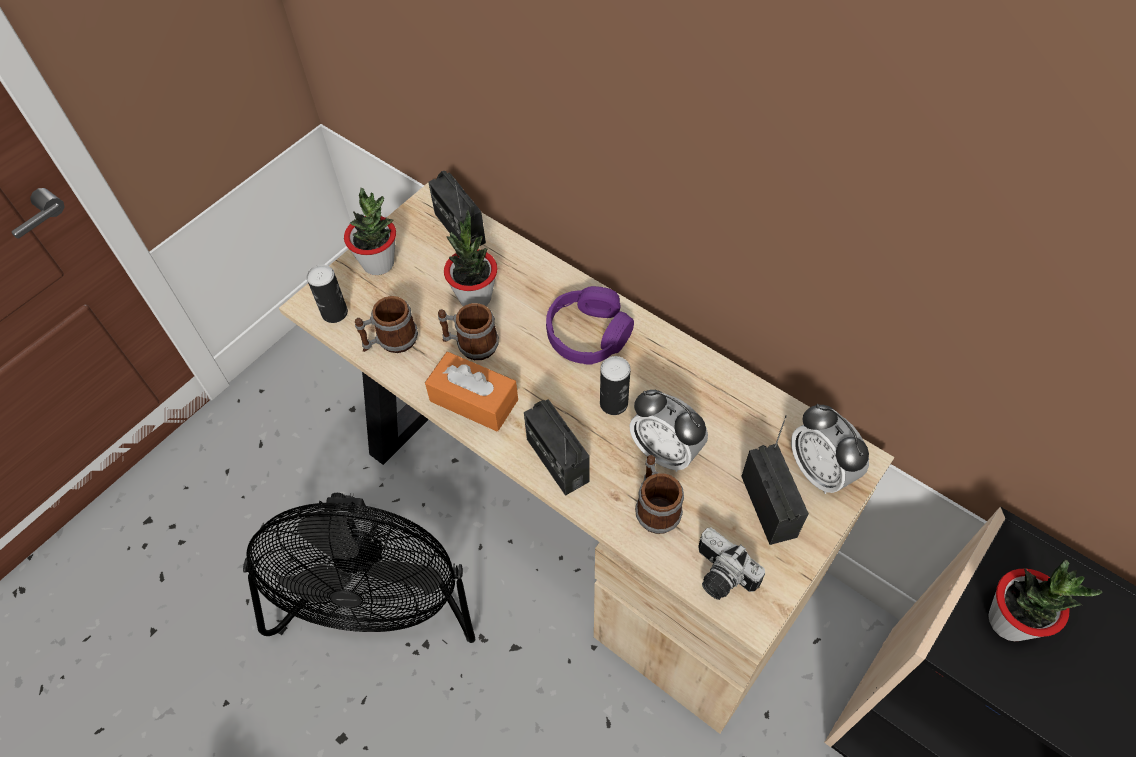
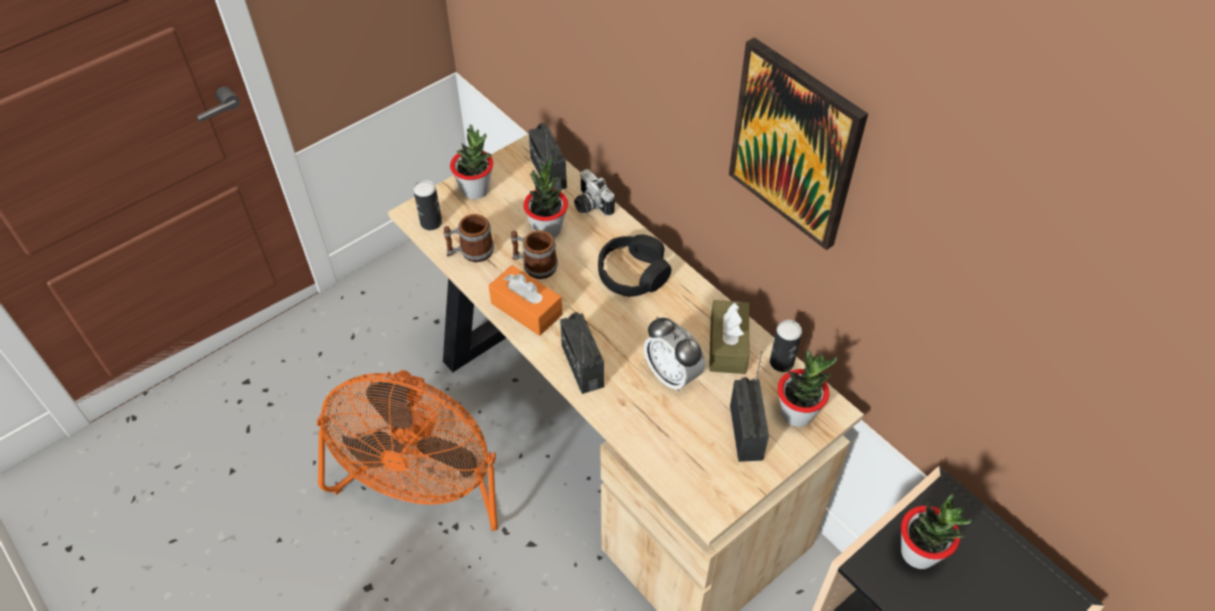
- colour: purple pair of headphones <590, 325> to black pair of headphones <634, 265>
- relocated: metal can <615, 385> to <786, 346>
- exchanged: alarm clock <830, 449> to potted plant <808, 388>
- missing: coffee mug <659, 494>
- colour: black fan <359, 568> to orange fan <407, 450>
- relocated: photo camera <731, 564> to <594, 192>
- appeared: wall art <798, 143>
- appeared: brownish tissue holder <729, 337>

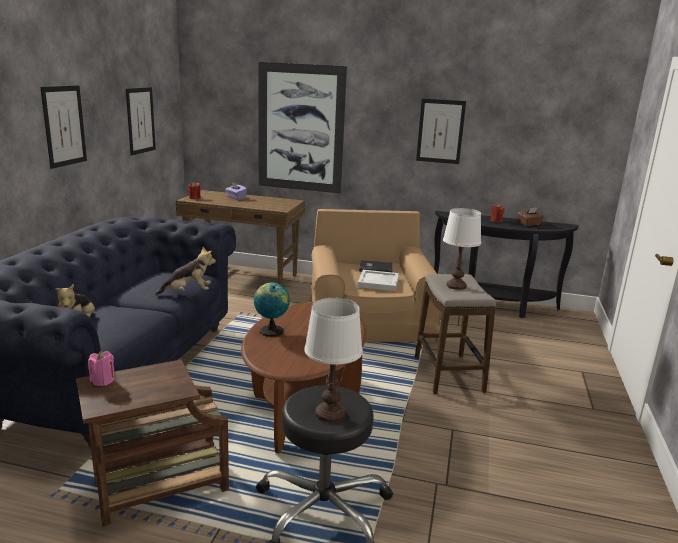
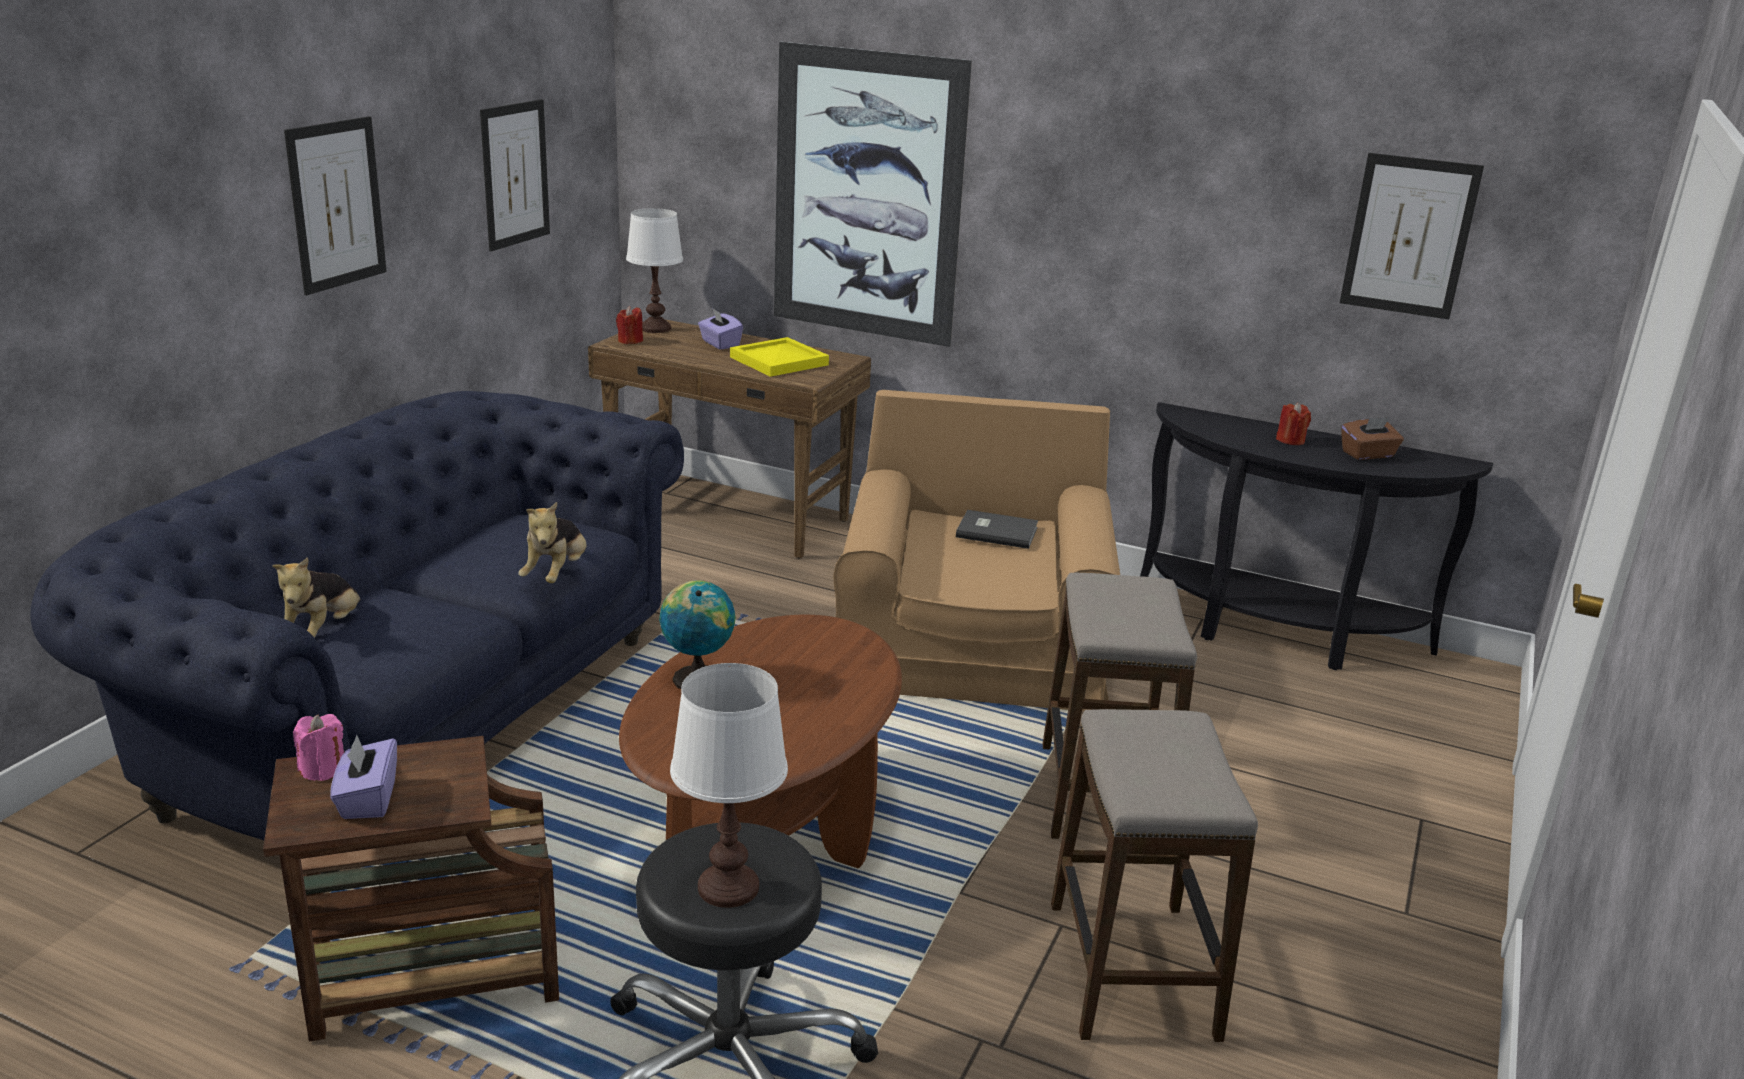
- relocated: wall art <441, 131> to <1412, 236>
- relocated: white table lamp <462, 249> to <654, 270>
- spun: plush toy <185, 271> = <552, 542> 105 degrees clockwise
- missing: white serving tray <378, 280>
- appeared: yellow-coloured serving tray <779, 357>
- appeared: sitting stool <1154, 875>
- appeared: purple tissue holder <363, 777>

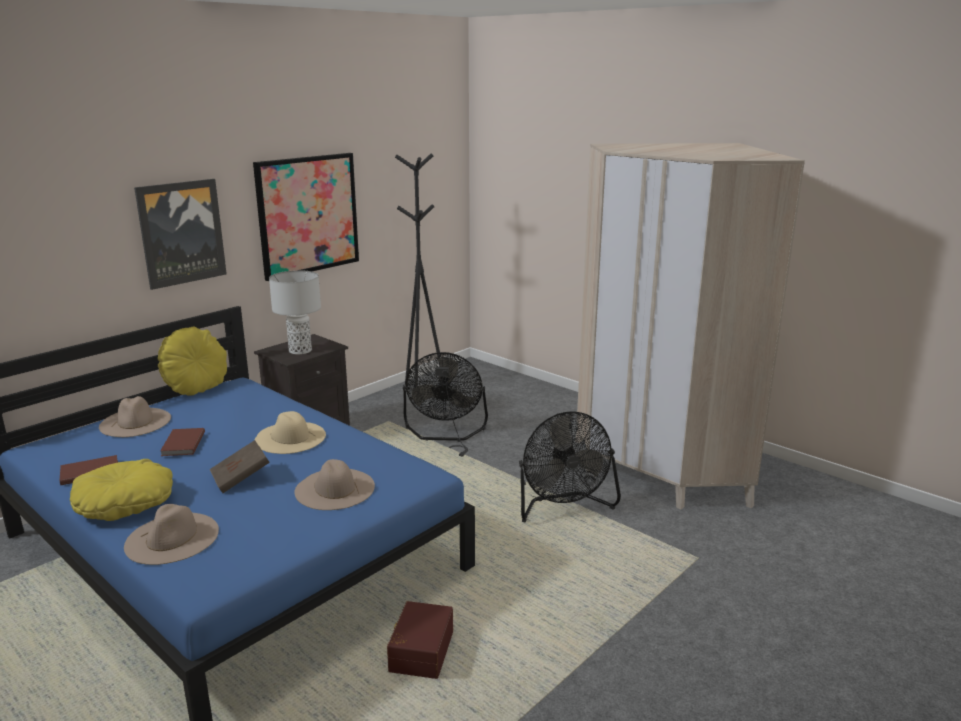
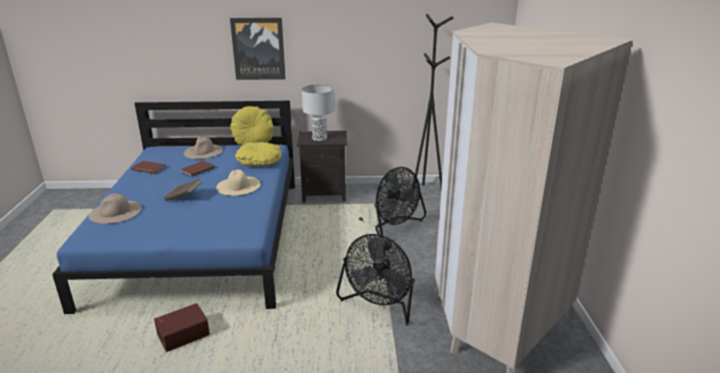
- missing: wall art <306, 217>
- spun: black fan <445, 404> = <392, 202> 90 degrees clockwise
- relocated: yellow-coloured cushion <121, 490> to <258, 154>
- missing: sand-coloured hat <334, 484>

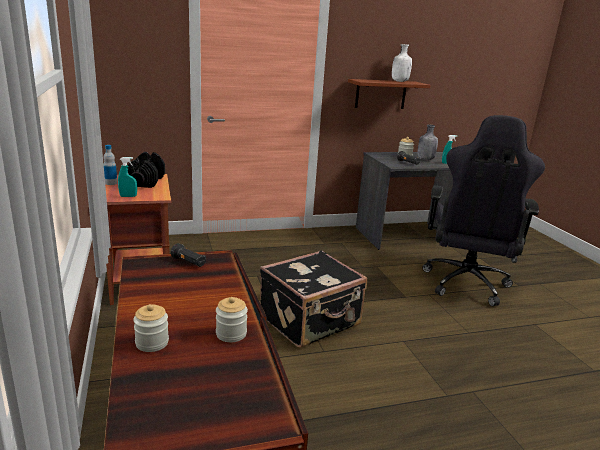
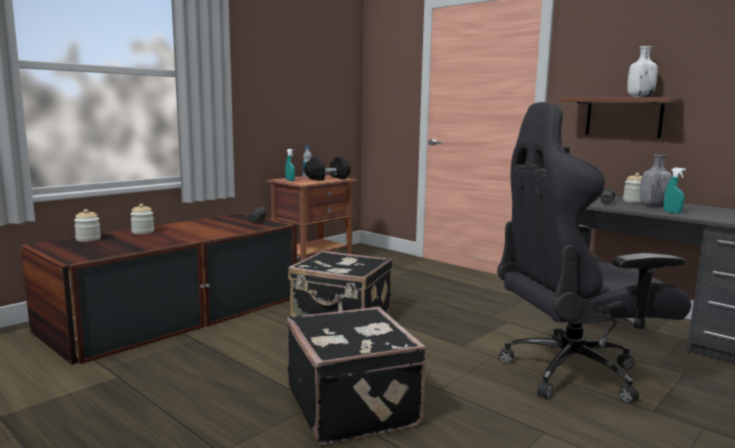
- relocated: preserve jar <232, 319> to <87, 225>
- appeared: black piece of luggage <357, 376>

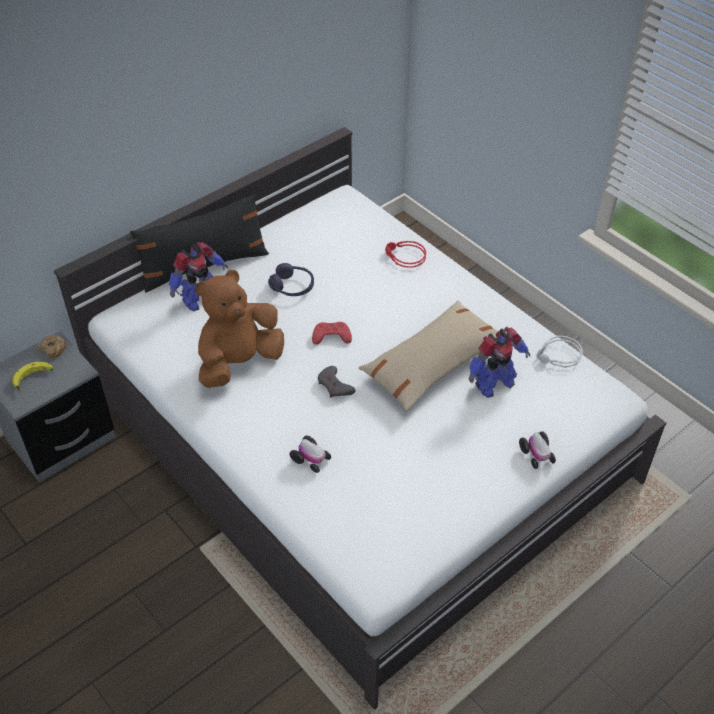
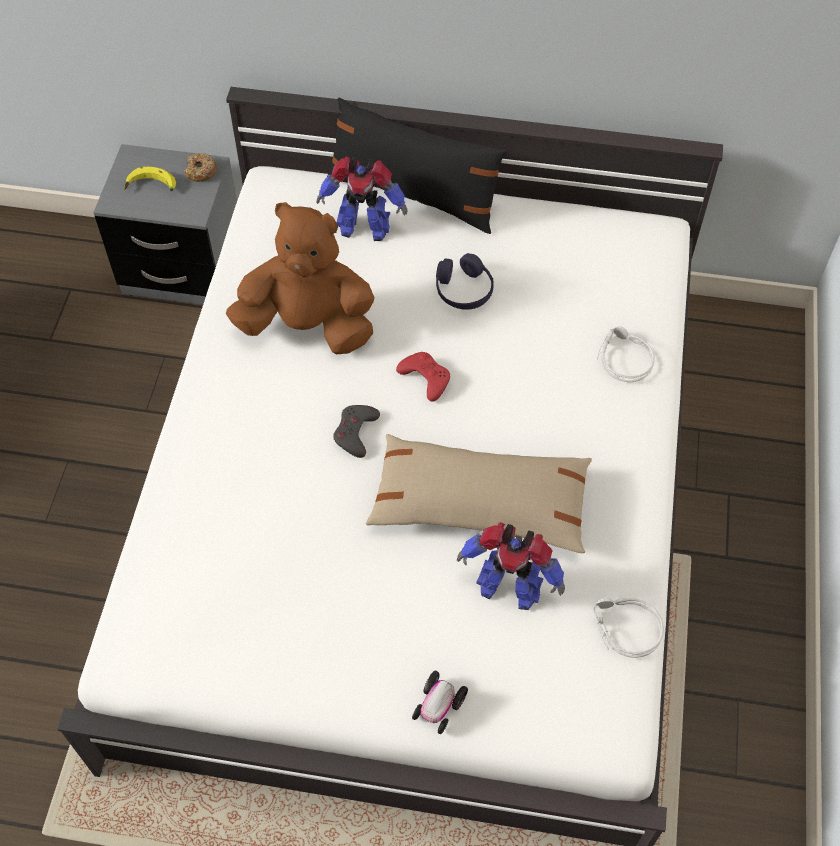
- colour: reddish pair of headphones <405, 254> to gray pair of headphones <626, 354>
- missing: miniature car <310, 454>

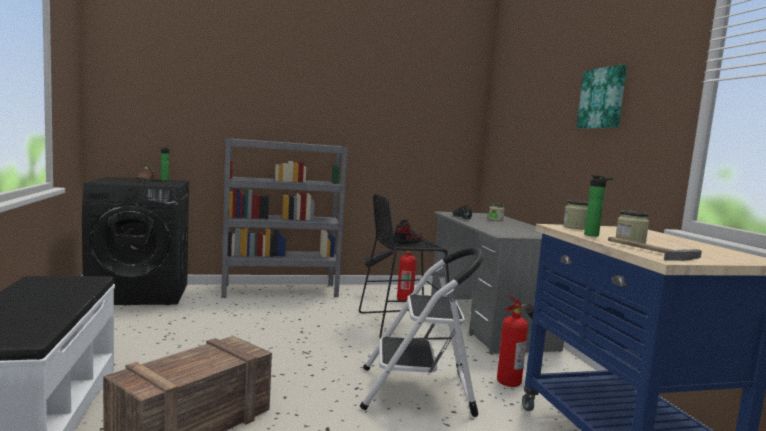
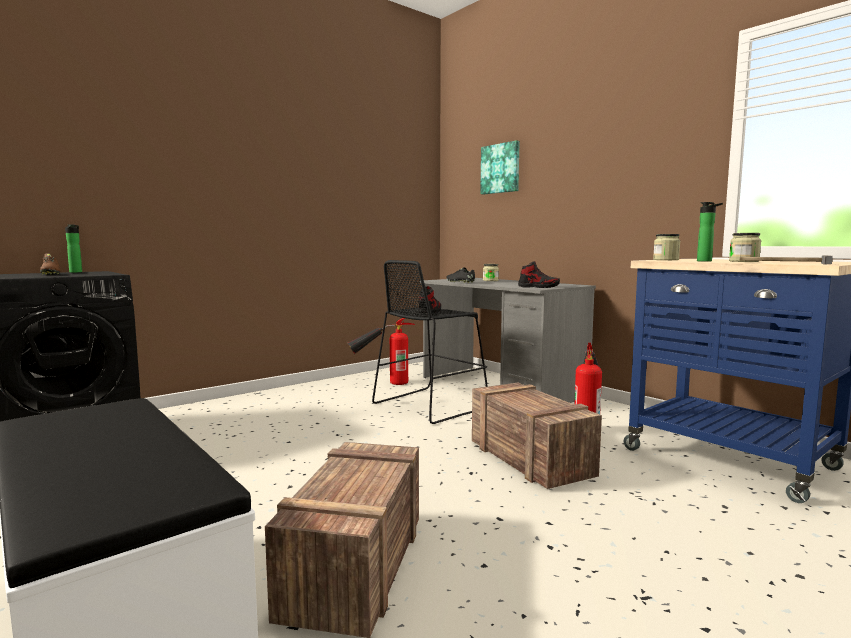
- relocated: wall art <601, 96> to <500, 167>
- missing: gray bookcase <284, 218>
- exchanged: stepladder <422, 332> to crate <537, 436>
- appeared: shoe <539, 274>

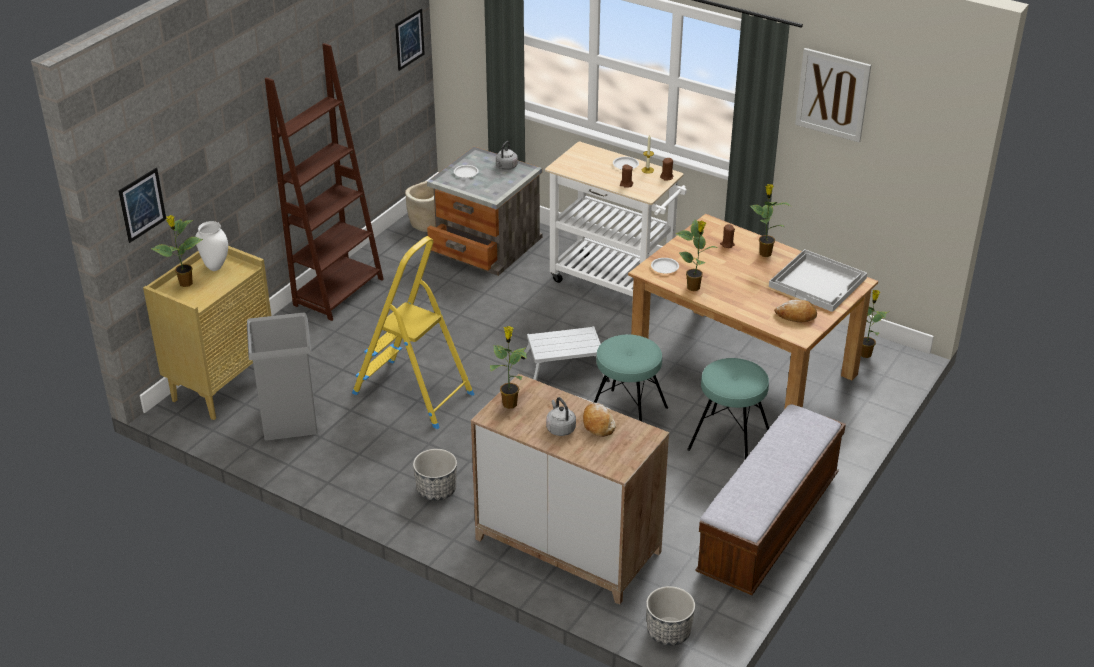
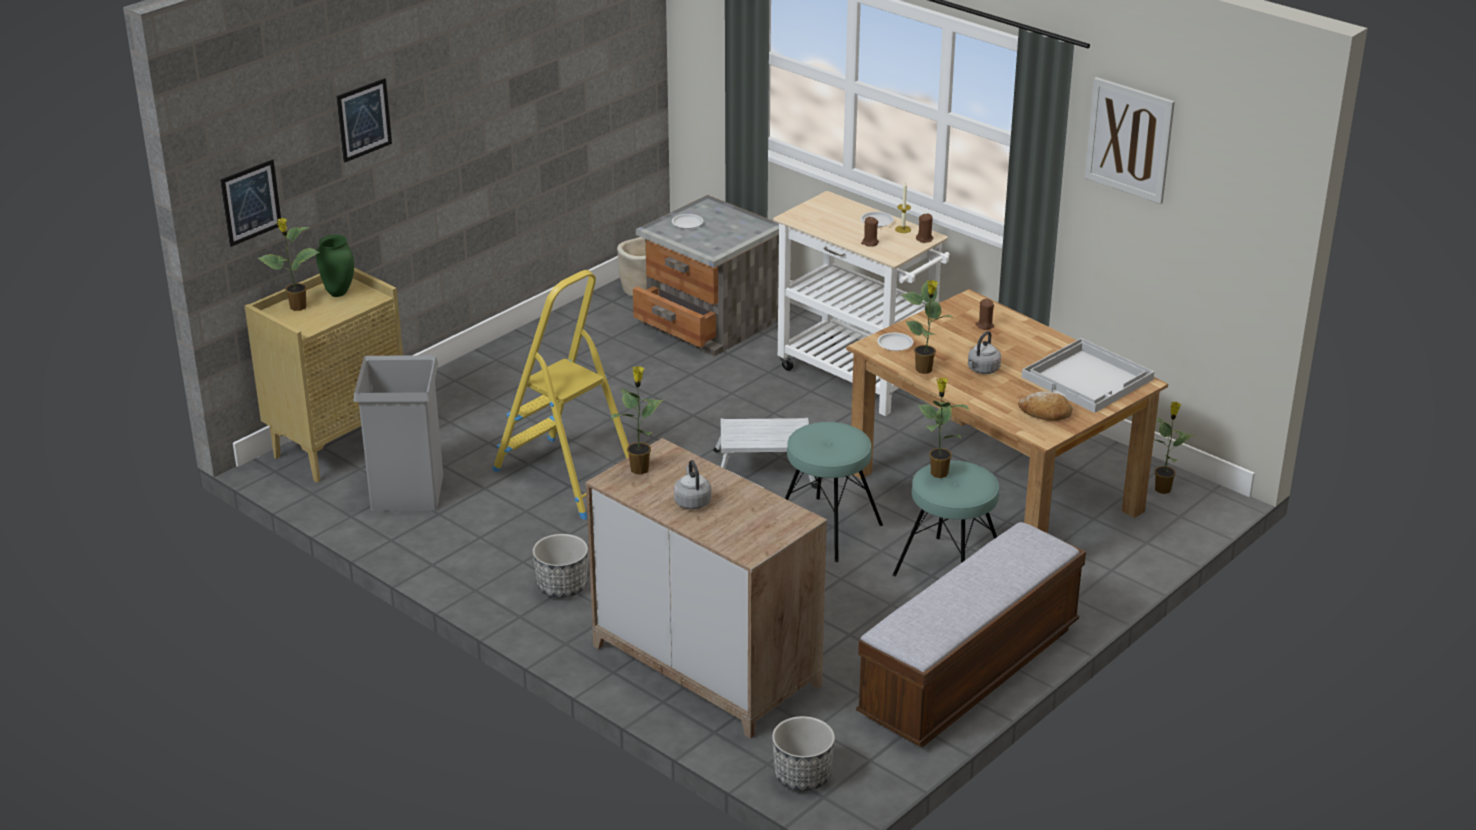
- relocated: wall art <410, 39> to <364, 120>
- missing: brownish bookcase <324, 182>
- relocated: gray kettle <507, 155> to <984, 352>
- relocated: potted plant <770, 220> to <944, 428>
- colour: white flower vase <211, 246> to greenish flower vase <335, 266>
- missing: bread <599, 420>

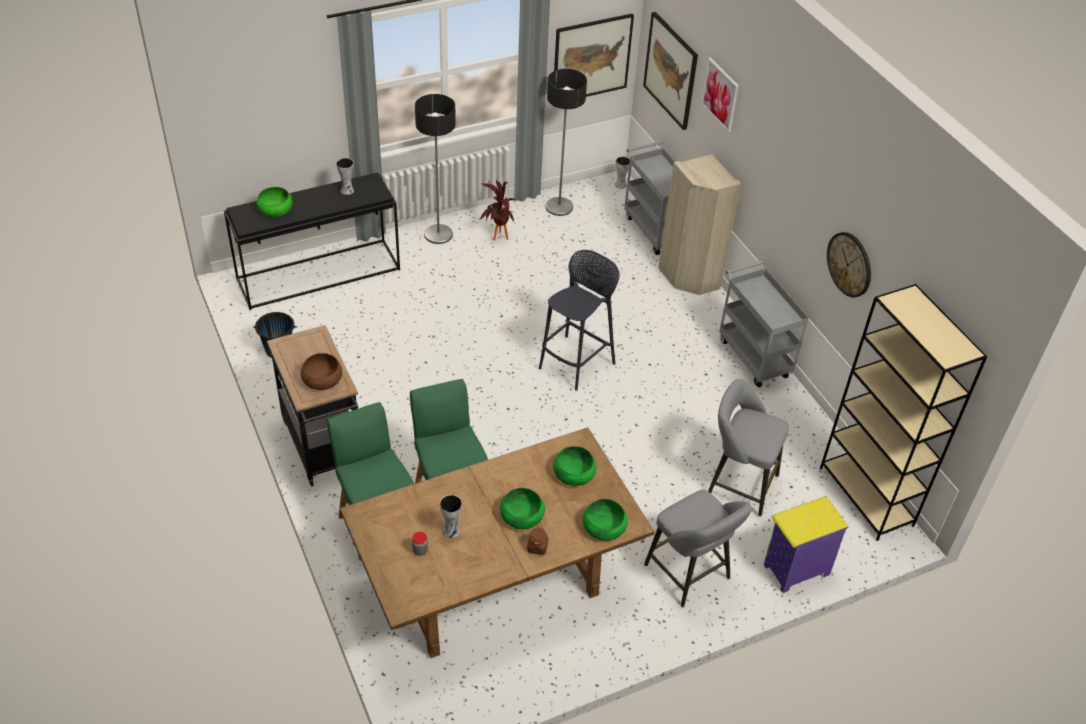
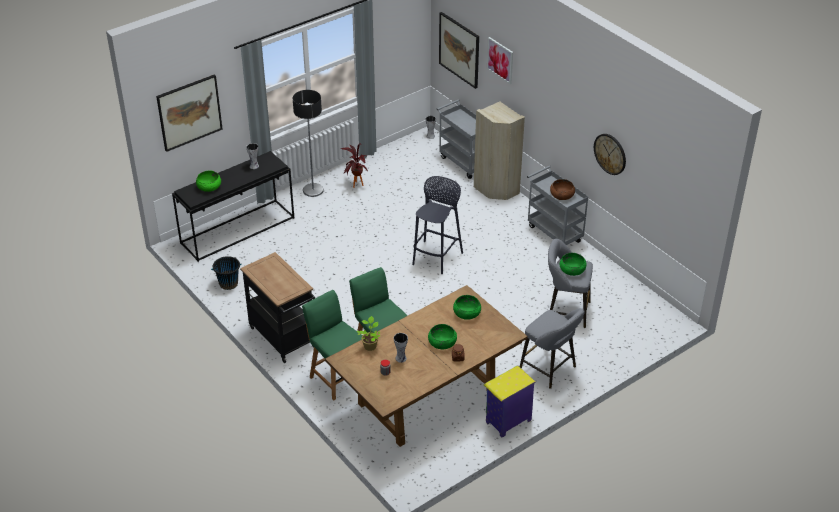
- relocated: wall art <594, 55> to <189, 113>
- missing: standard lamp <566, 142>
- missing: sand-coloured bookcase <903, 412>
- relocated: brownish serving bowl <321, 371> to <562, 189>
- relocated: nightstand <806, 544> to <510, 401>
- relocated: greenish serving bowl <605, 520> to <573, 264>
- appeared: potted plant <368, 333>

